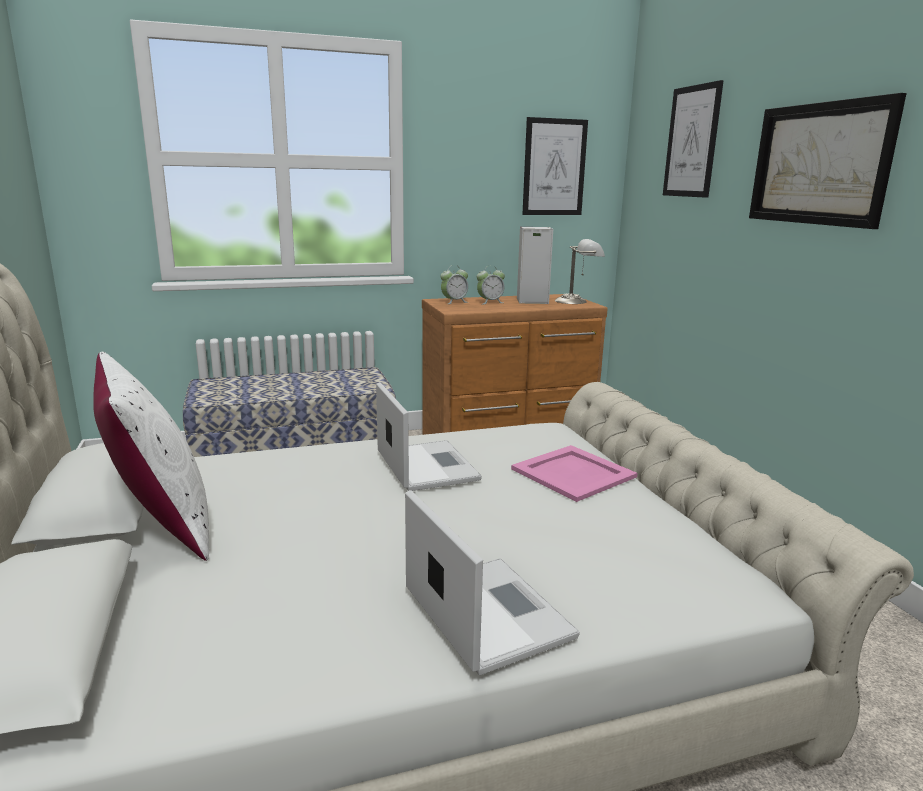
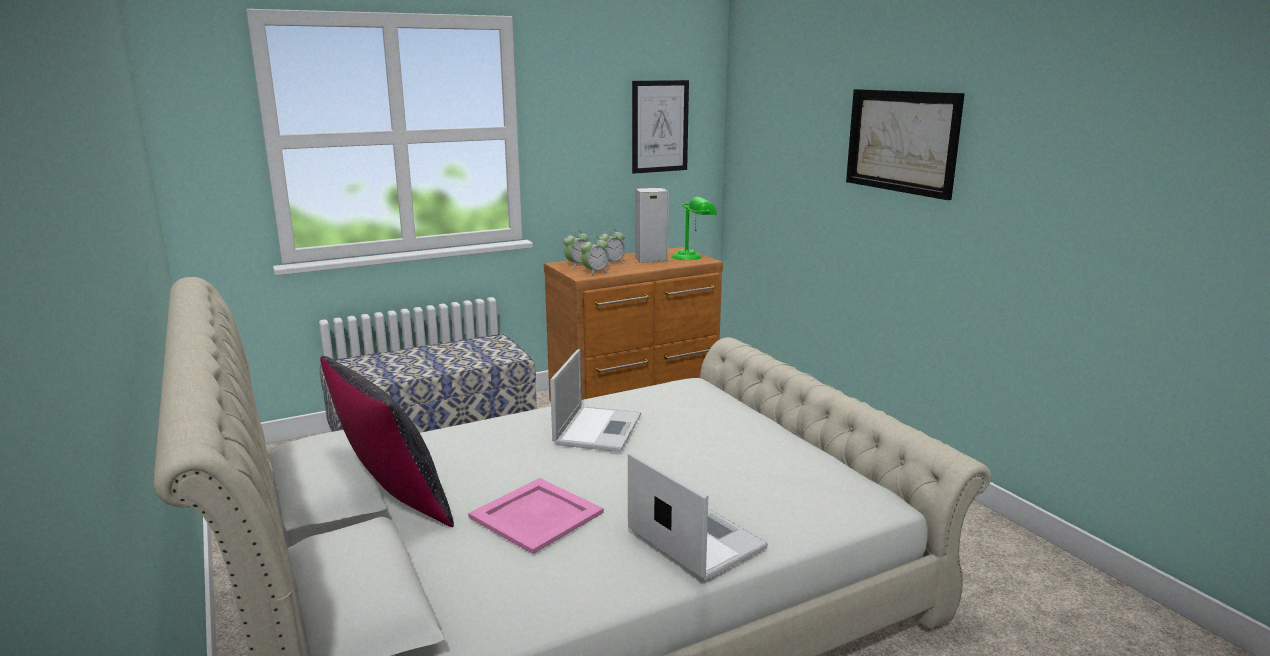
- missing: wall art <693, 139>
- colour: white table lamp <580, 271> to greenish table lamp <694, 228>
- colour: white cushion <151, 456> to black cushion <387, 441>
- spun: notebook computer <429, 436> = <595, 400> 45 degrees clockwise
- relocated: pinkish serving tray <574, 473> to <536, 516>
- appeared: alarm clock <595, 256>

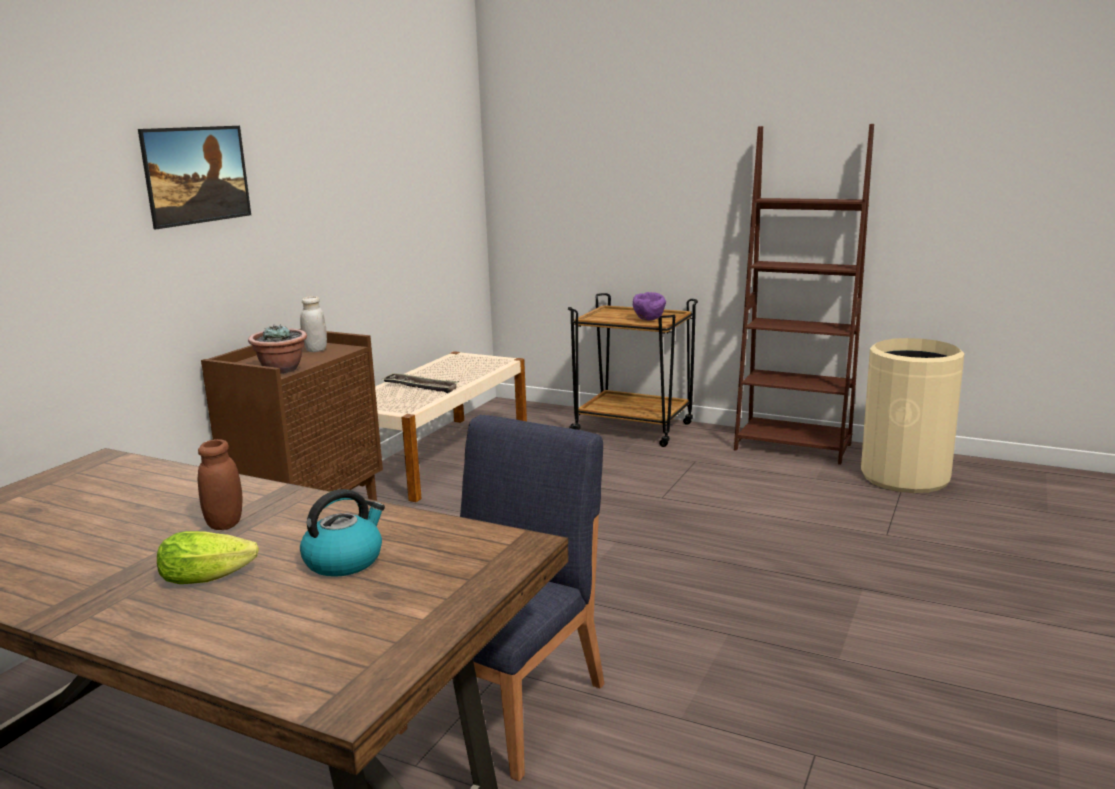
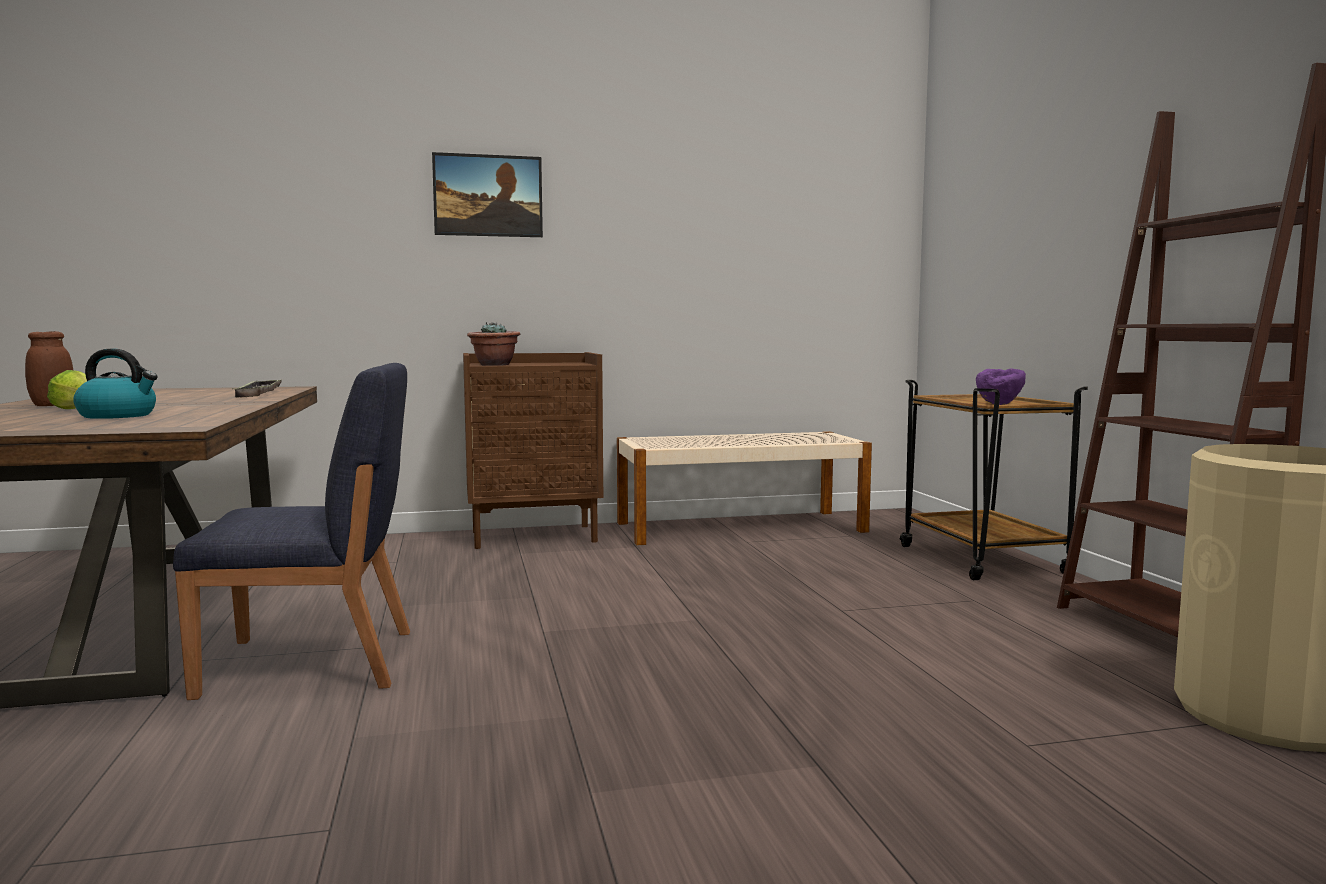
- missing: white preserve jar <313, 324>
- relocated: serving tray <420, 383> to <257, 388>
- relocated: brownish preserve jar <220, 484> to <49, 368>

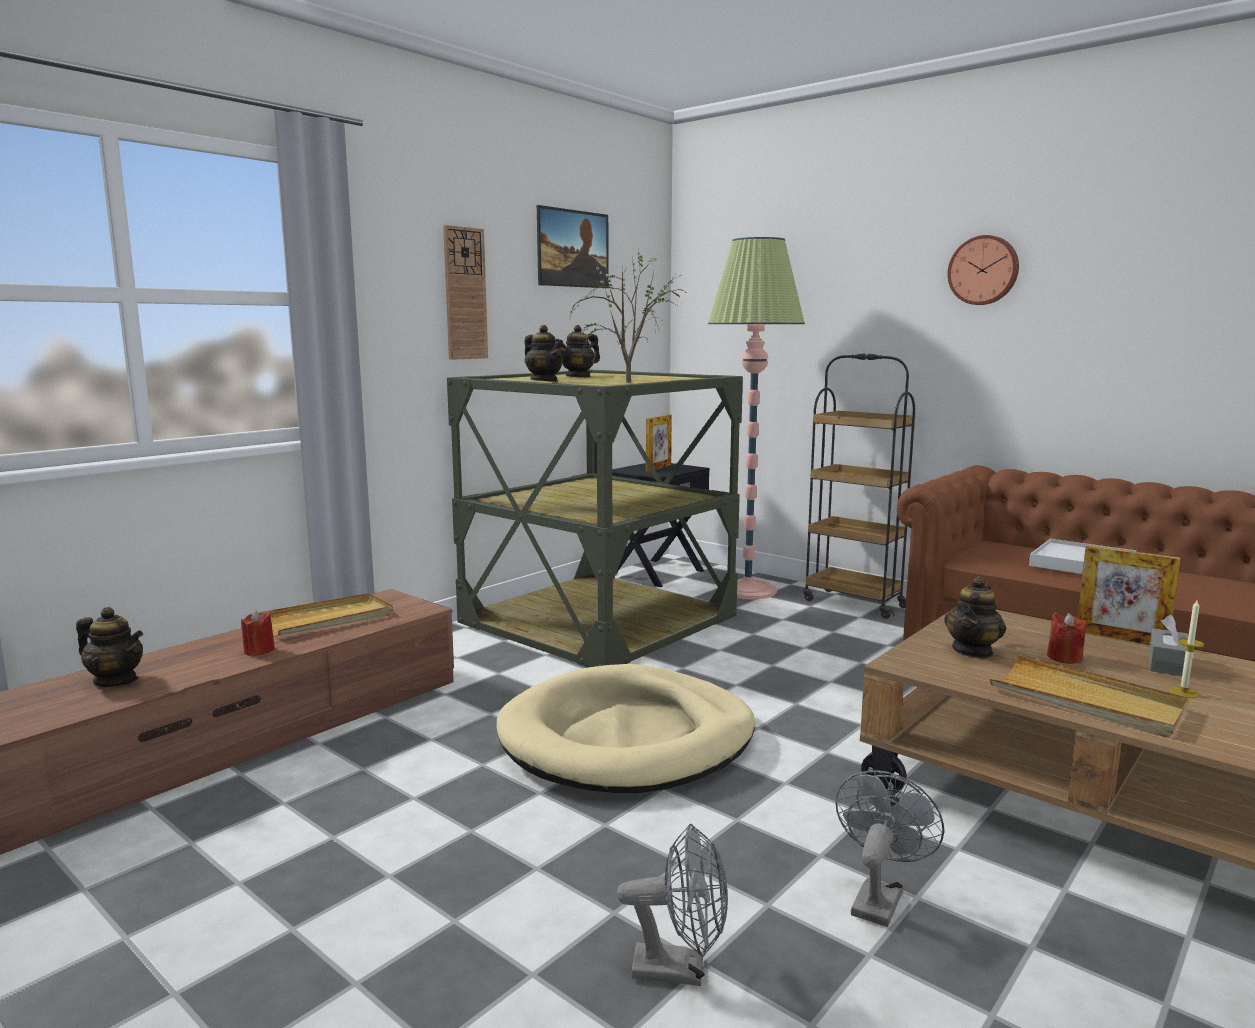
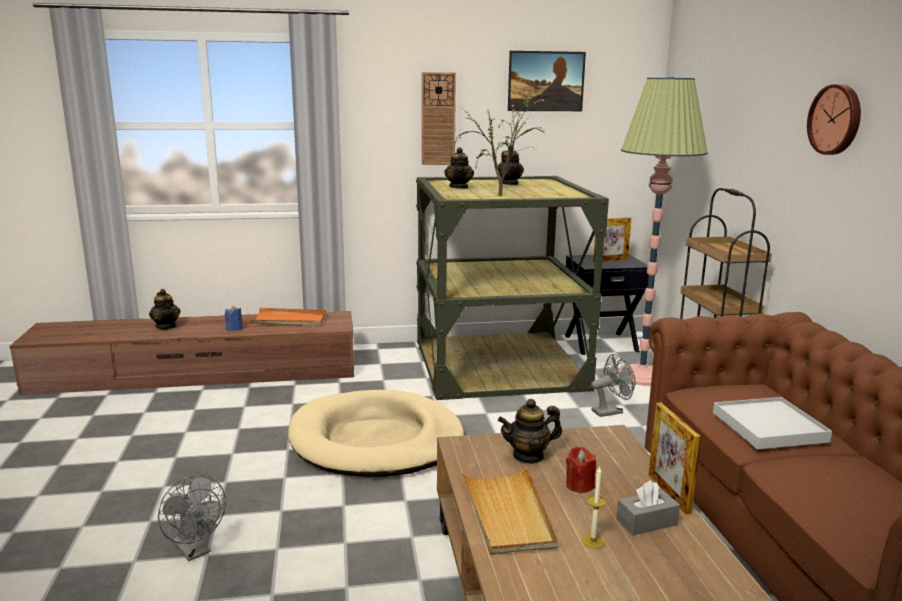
- spun: teapot <578, 351> = <510, 165> 105 degrees counterclockwise
- colour: sand-coloured serving tray <325, 615> to orange serving tray <288, 317>
- colour: reddish wax light <258, 633> to blue wax light <234, 318>
- relocated: gray fan <890, 848> to <613, 385>

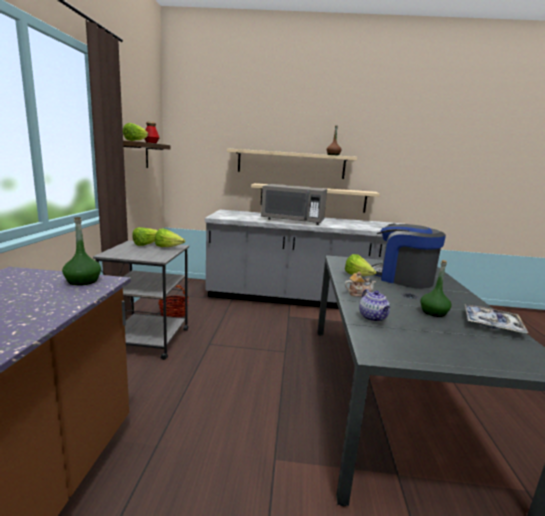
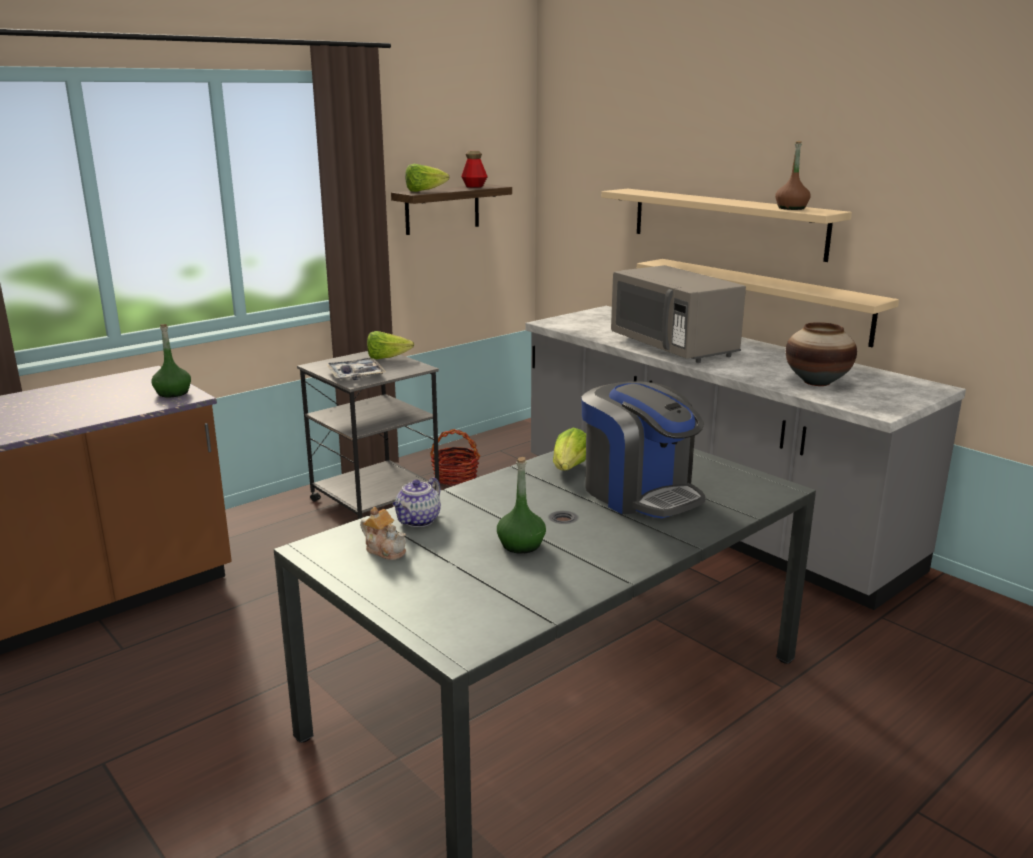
- spun: coffee maker <409, 256> = <643, 449> 150 degrees clockwise
- missing: lettuce head <170, 238>
- relocated: teapot <360, 284> to <383, 533>
- relocated: serving tray <496, 318> to <356, 369>
- appeared: flower vase <821, 354>

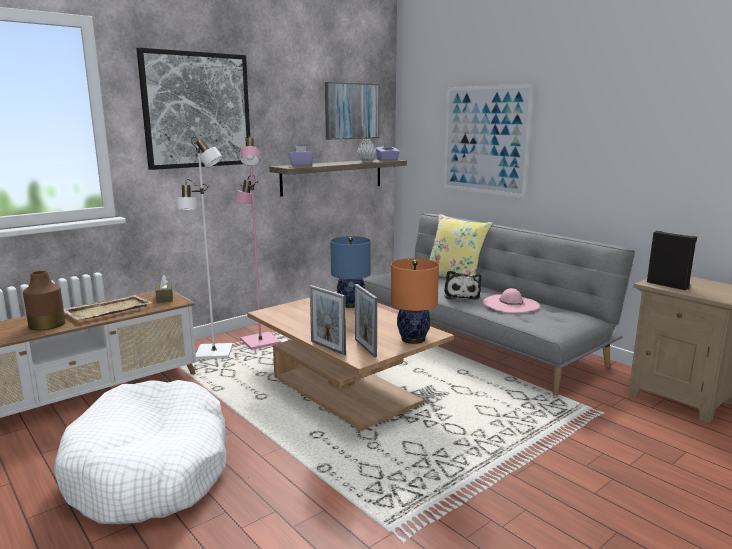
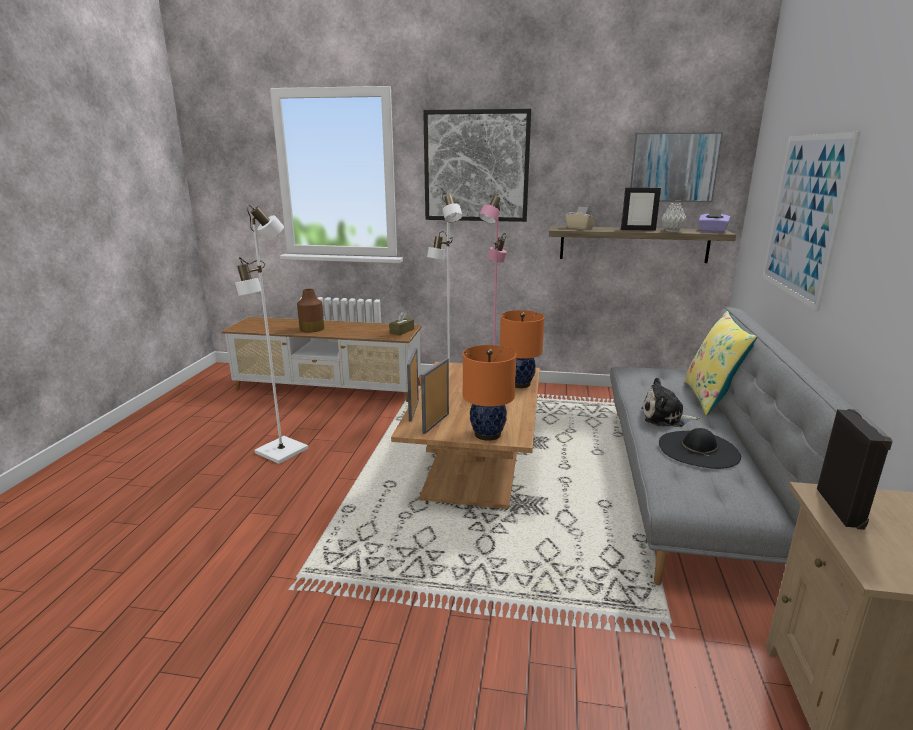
- colour: purple tissue holder <301, 156> to sand-coloured tissue holder <580, 218>
- colour: blue table lamp <350, 272> to orange table lamp <522, 349>
- spun: plush toy <462, 285> = <670, 402> 45 degrees clockwise
- colour: pinkish hat <511, 300> to black hat <700, 448>
- missing: sand-coloured serving tray <108, 307>
- exchanged: white dog cushion <140, 452> to white standard lamp <271, 334>
- appeared: standing frame <641, 209>

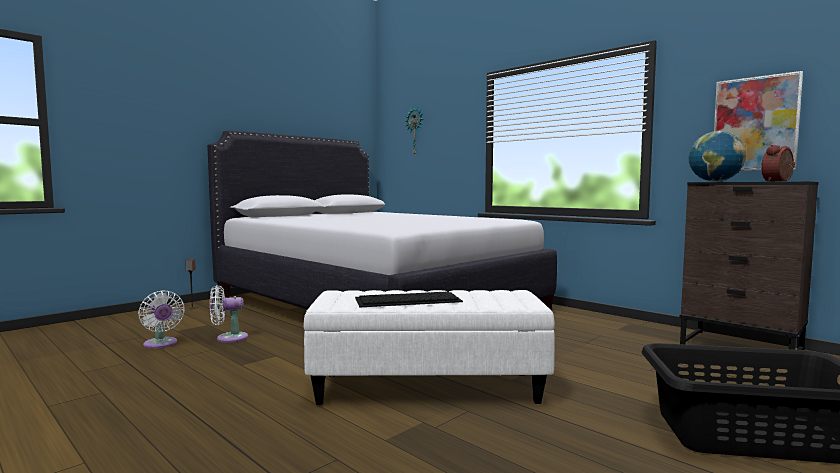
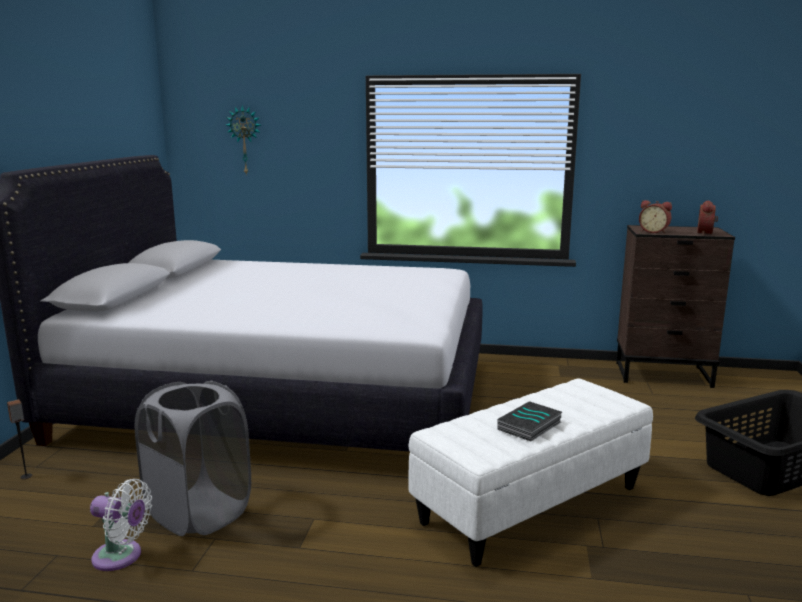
- missing: wall art <758, 121>
- exchanged: world globe <718, 156> to alarm clock <655, 217>
- exchanged: white fan <229, 314> to gray laundry basket <193, 458>
- exchanged: PC keyboard <409, 299> to volume <529, 421>

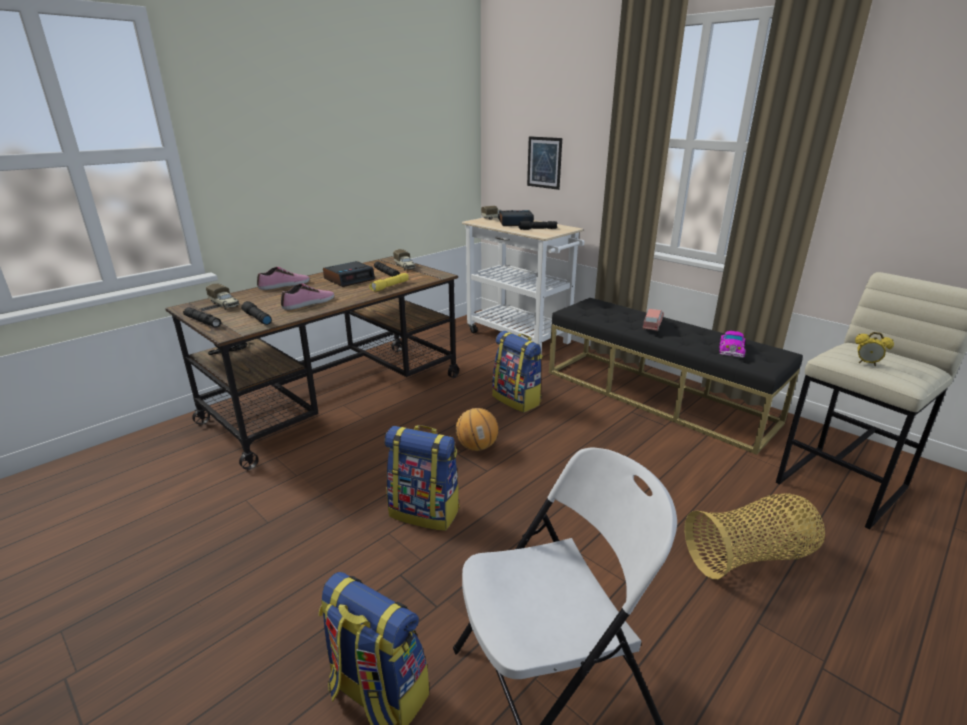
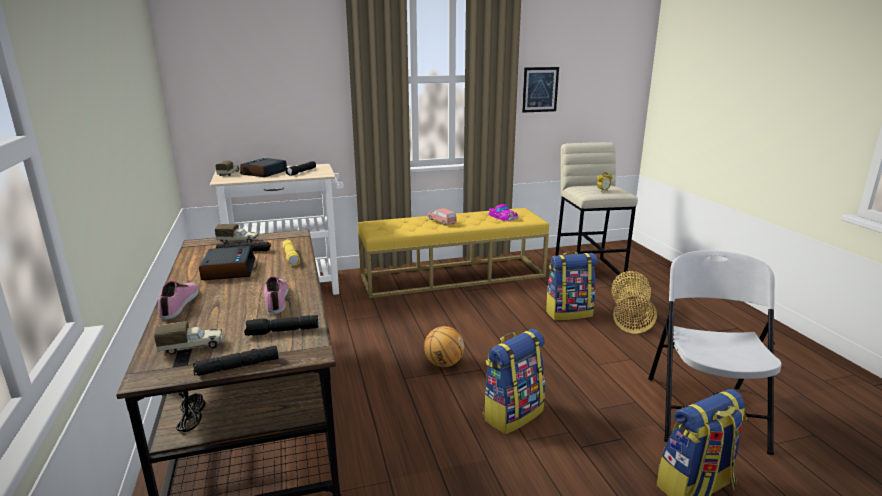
- relocated: wall art <544, 163> to <540, 90>
- colour: black long seat <676, 376> to yellow-coloured long seat <453, 253>
- relocated: backpack <517, 372> to <571, 286>

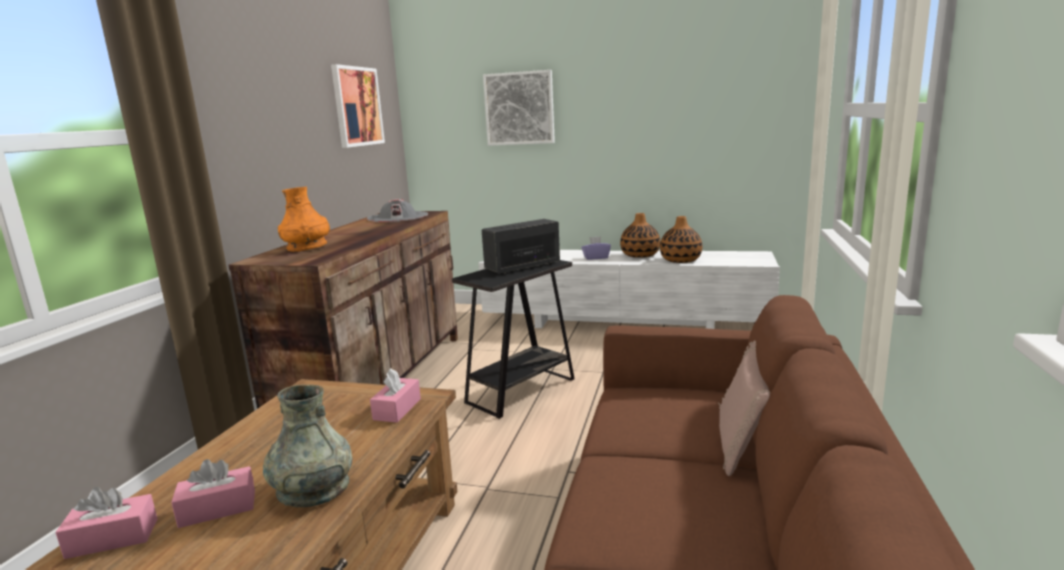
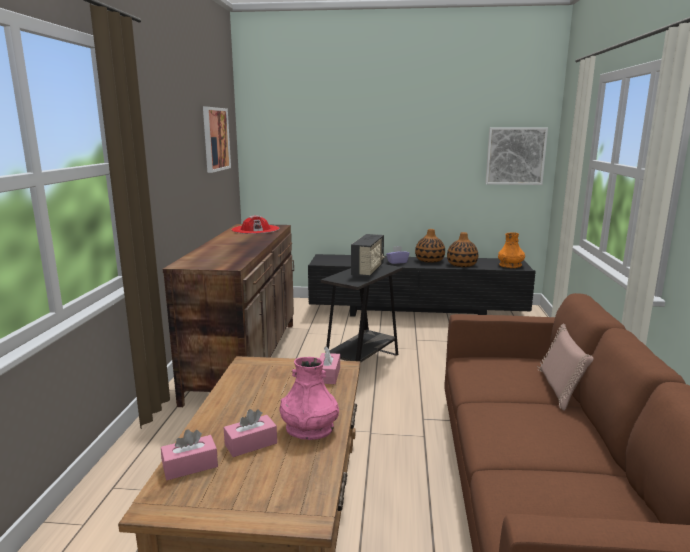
- relocated: wall art <519, 108> to <516, 156>
- relocated: orange flower vase <304, 219> to <511, 250>
- colour: gray hat <397, 210> to reddish hat <255, 225>
- spun: radio receiver <521, 246> = <368, 255> 150 degrees clockwise
- colour: white media console <629, 289> to black media console <422, 285>
- colour: gray flower vase <307, 446> to pinkish flower vase <309, 398>

